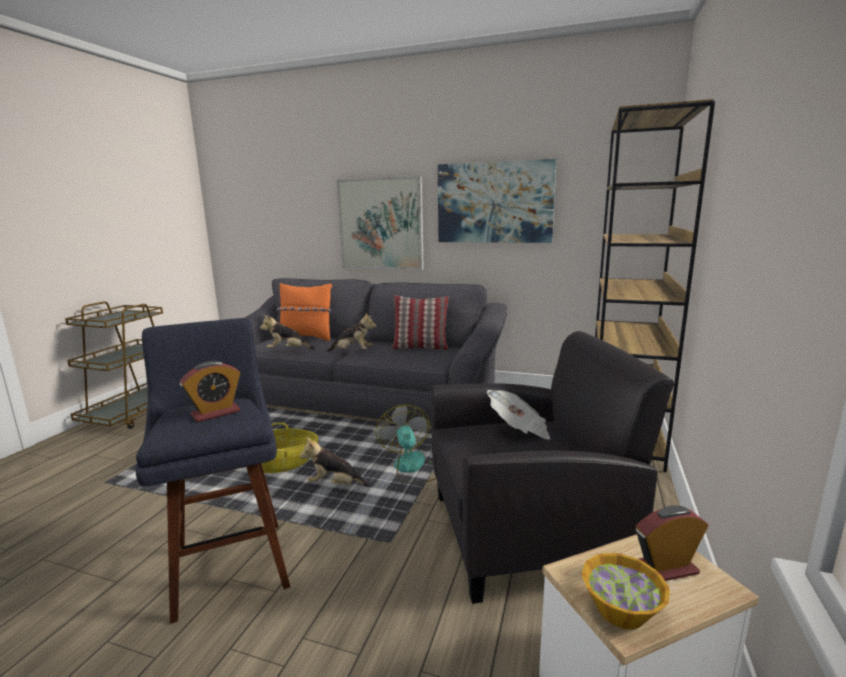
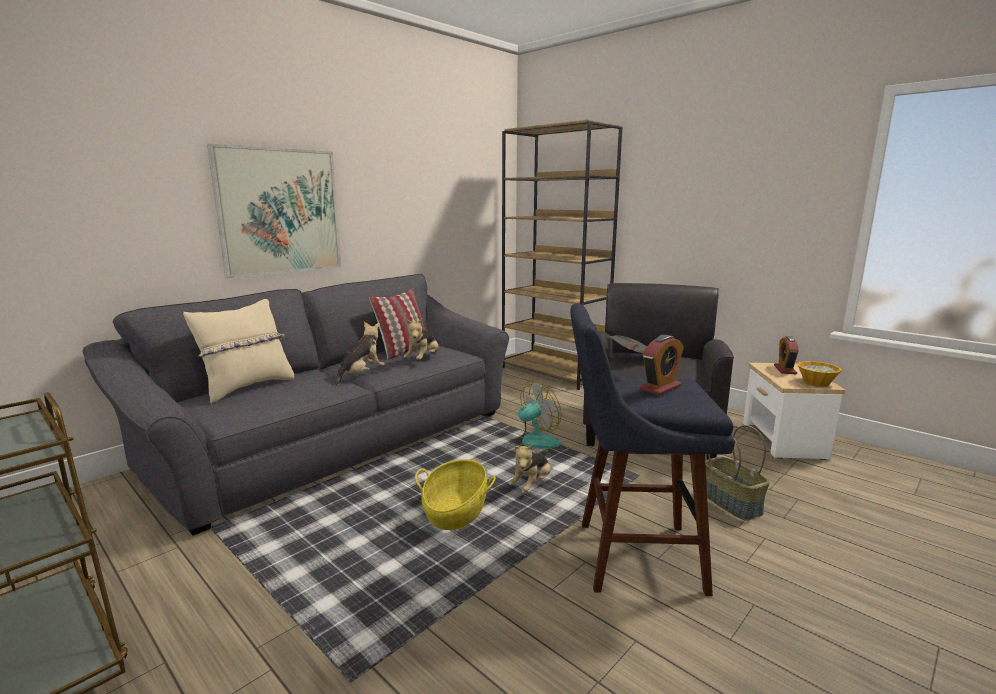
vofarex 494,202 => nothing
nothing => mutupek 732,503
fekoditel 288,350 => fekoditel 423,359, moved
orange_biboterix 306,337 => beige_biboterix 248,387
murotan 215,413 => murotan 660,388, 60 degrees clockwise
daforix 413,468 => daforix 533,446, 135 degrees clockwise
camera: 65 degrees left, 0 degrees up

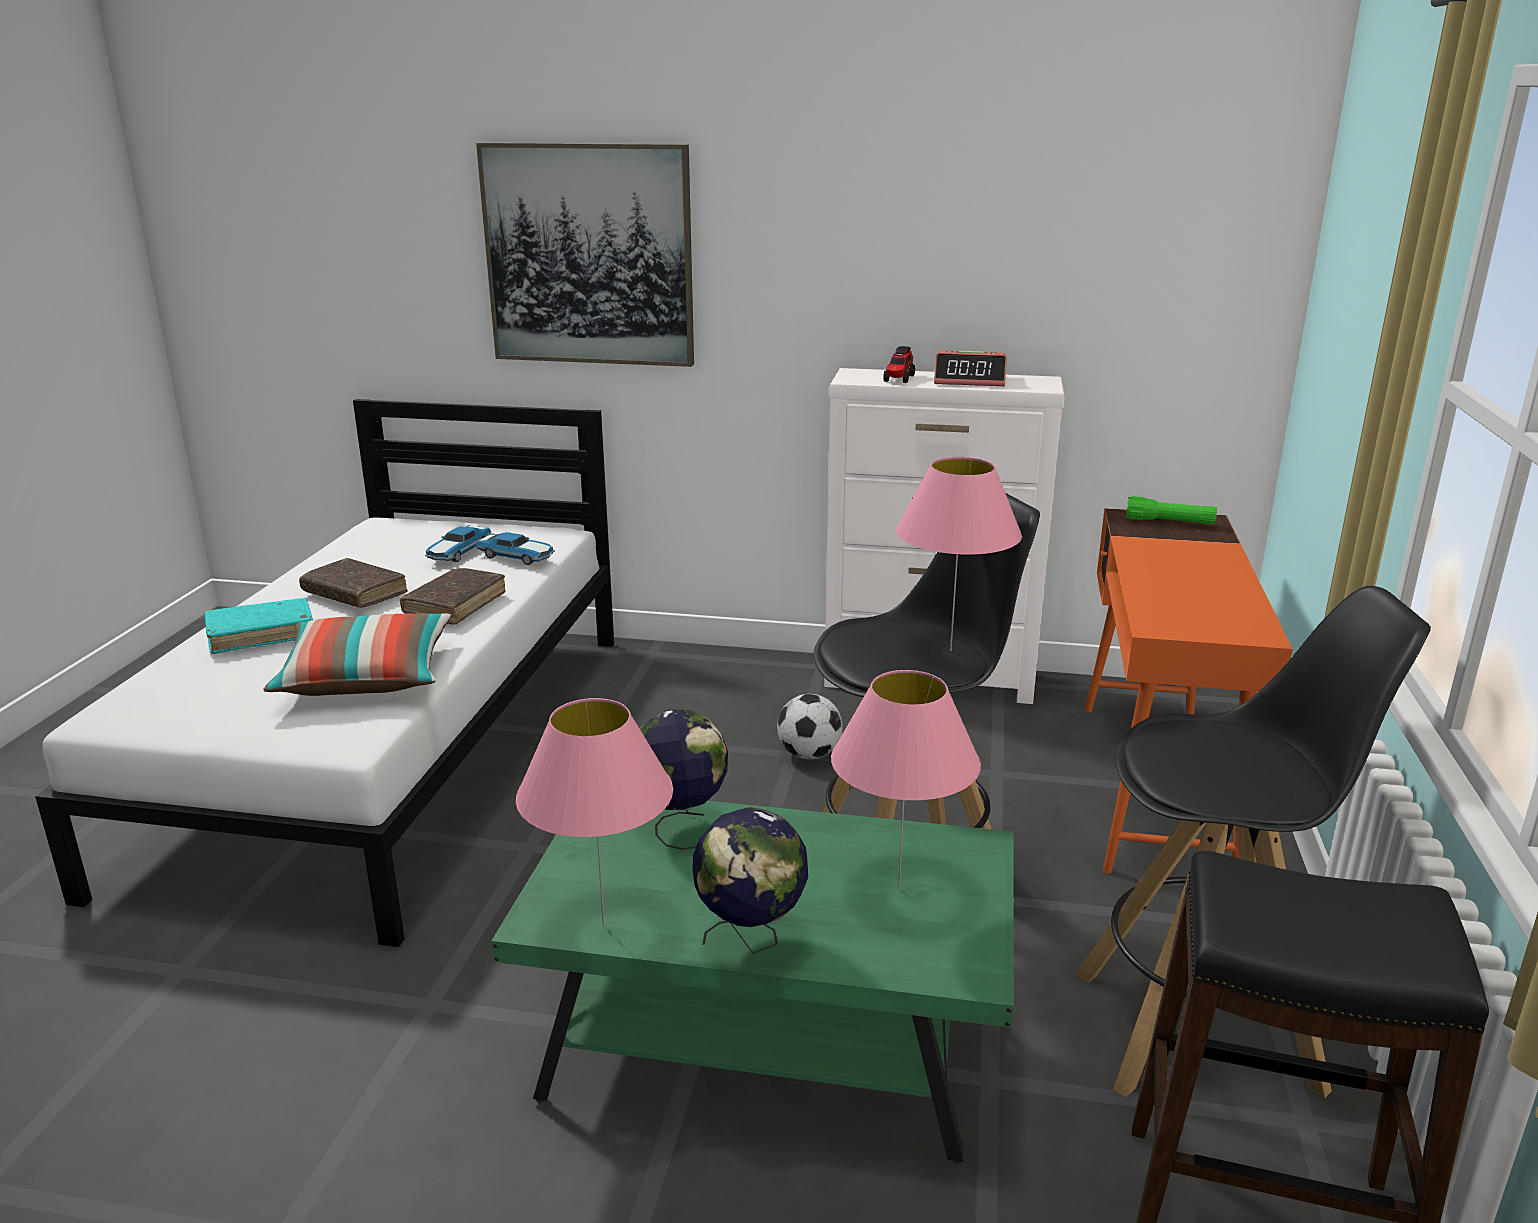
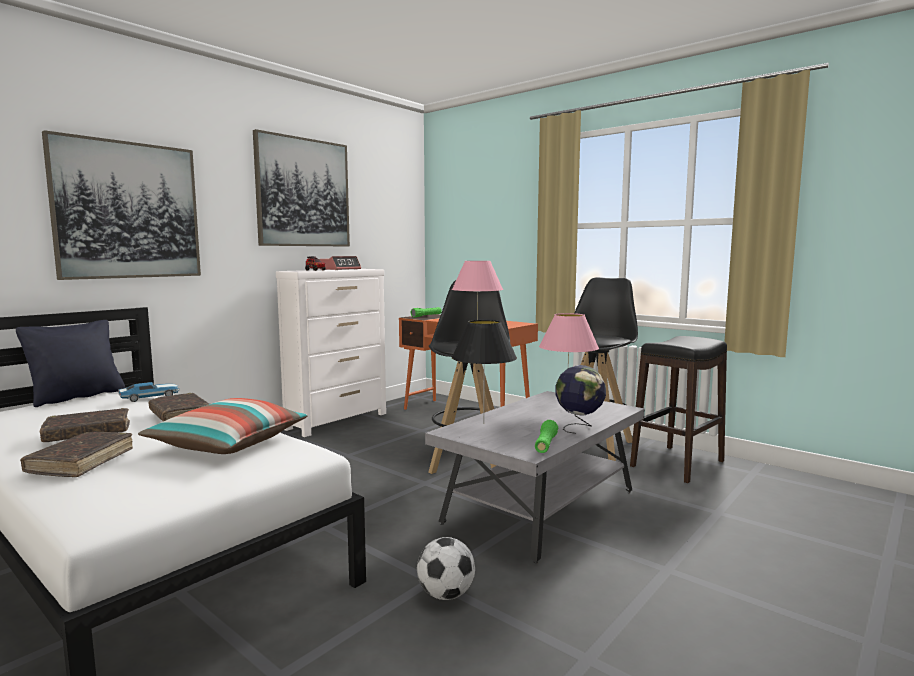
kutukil 458,552 => nothing
nothing => black_biboterix 77,397
nothing => vofarex 303,193
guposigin 809,754 => guposigin 446,594, moved
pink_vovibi 603,925 => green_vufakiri 545,444
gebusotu 680,825 => black_vovibi 483,423
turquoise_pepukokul 261,635 => brown_pepukokul 81,462
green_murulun 766,1042 => grey_murulun 541,507
camera: 60 degrees left, 15 degrees down

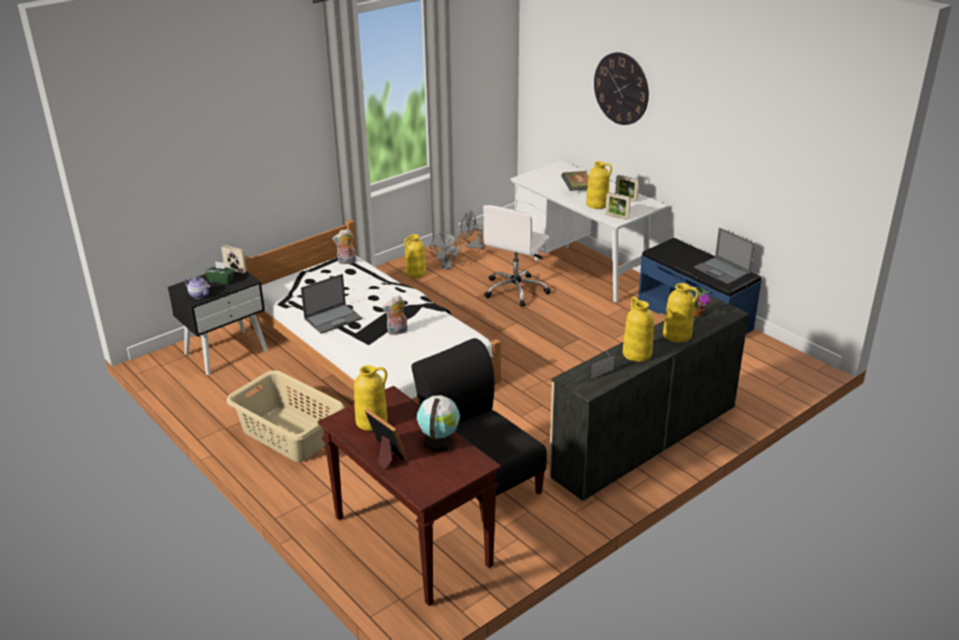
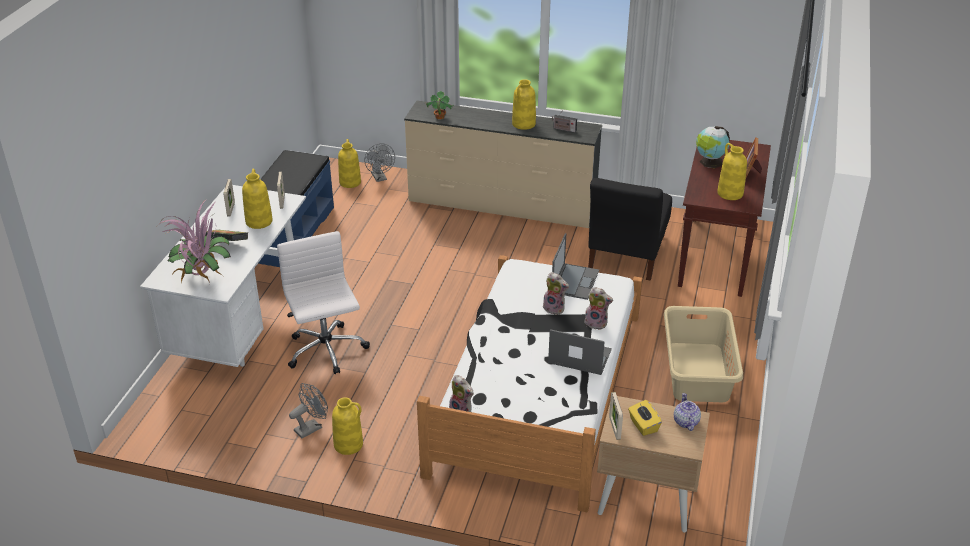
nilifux 621,88 => nothing
nothing => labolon 202,278
nothing => fekoditel 597,323
grey_daforix 471,246 => grey_daforix 380,178, moved
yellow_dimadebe 677,335 => yellow_dimadebe 350,182, moved
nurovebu 722,271 => nurovebu 575,281, moved
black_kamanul 226,351 => beige_kamanul 645,499
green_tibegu 221,280 => yellow_tibegu 643,425
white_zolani 516,290 => white_zolani 326,351, 105 degrees counterclockwise
camera: 125 degrees left, 5 degrees up

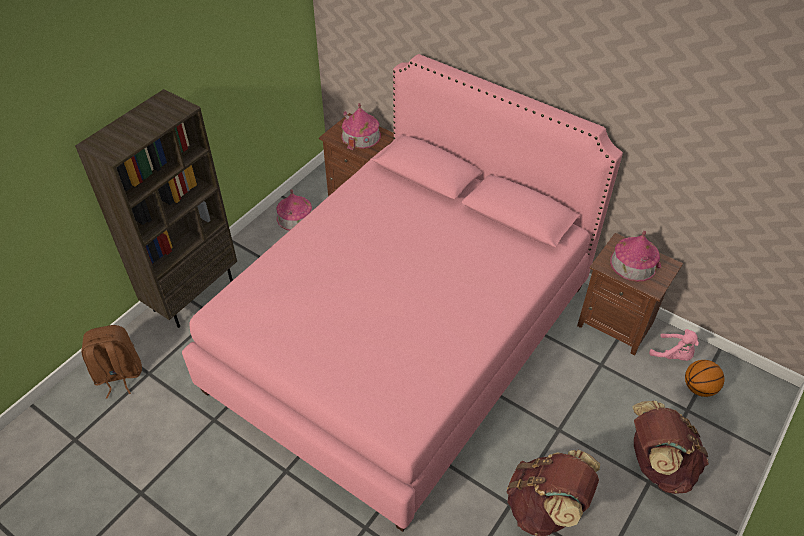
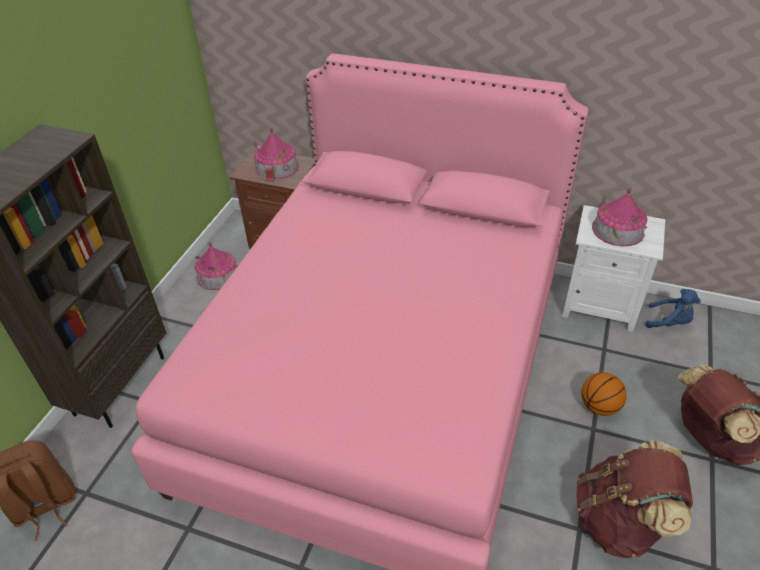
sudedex 698,388 => sudedex 599,406, moved
brown_kamanul 616,324 => white_kamanul 599,305
pink_fekoditel 673,355 => blue_fekoditel 669,322
camera: 15 degrees left, 5 degrees down

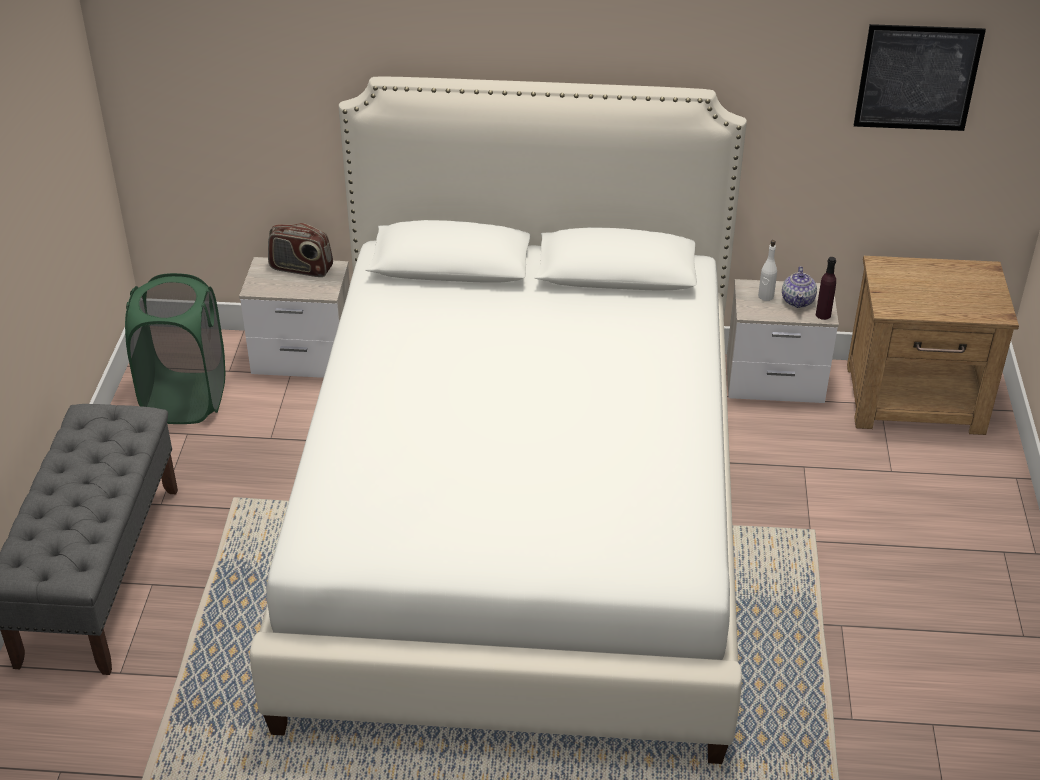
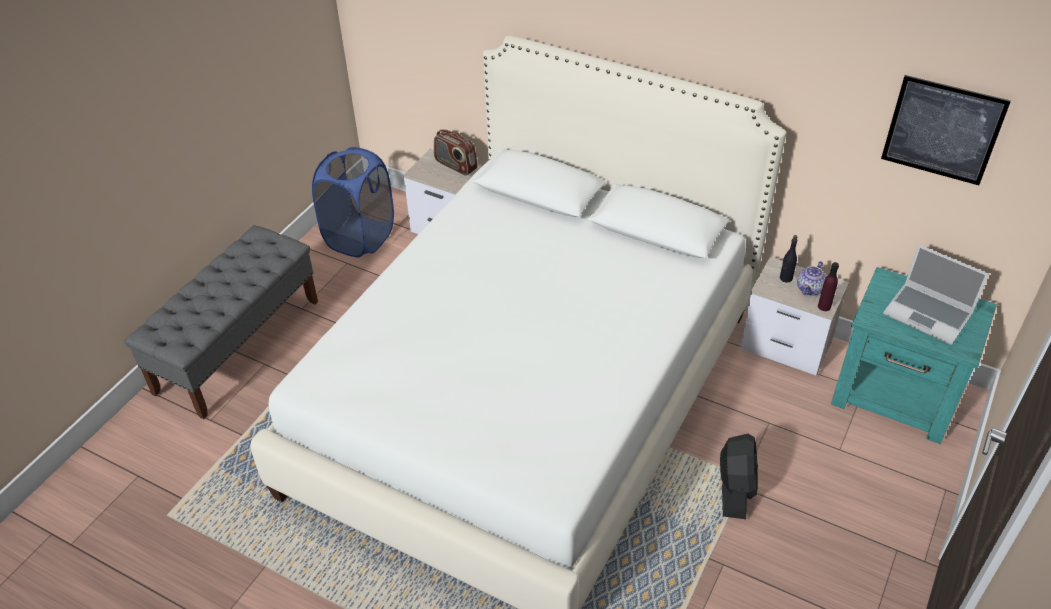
nothing => black_daforix 735,489
nothing => nurovebu 929,314
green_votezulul 186,399 => blue_votezulul 360,238
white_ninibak 765,296 => black_ninibak 785,278
brown_kamanul 916,400 => turquoise_kamanul 896,396
camera: 25 degrees right, 5 degrees up

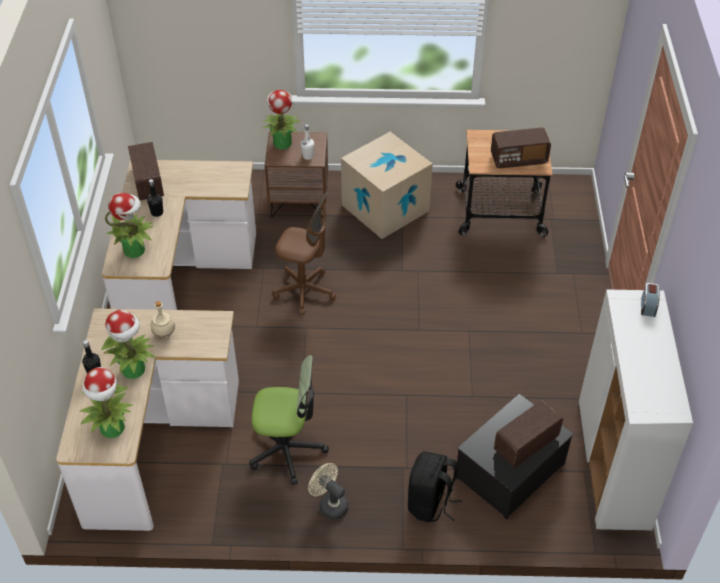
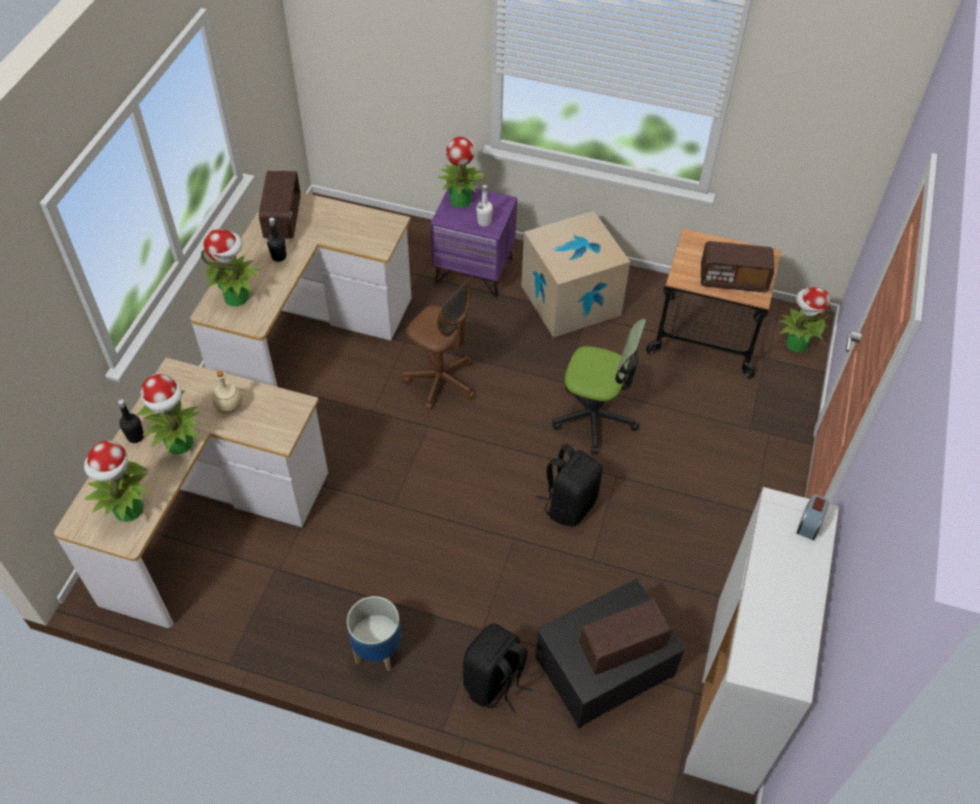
nothing => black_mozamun 569,504
nothing => labolon 796,344
zolani 287,449 => zolani 594,417, moved
beige_daforix 330,504 => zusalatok 377,651
brown_kamanul 299,201 => purple_kamanul 474,270
camera: 15 degrees right, 5 degrees up

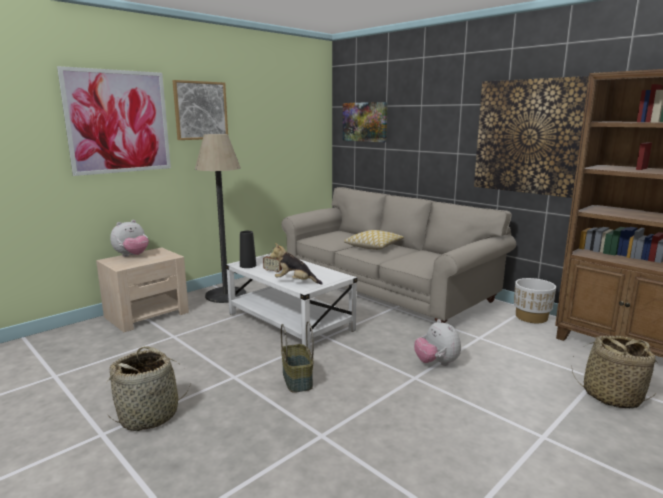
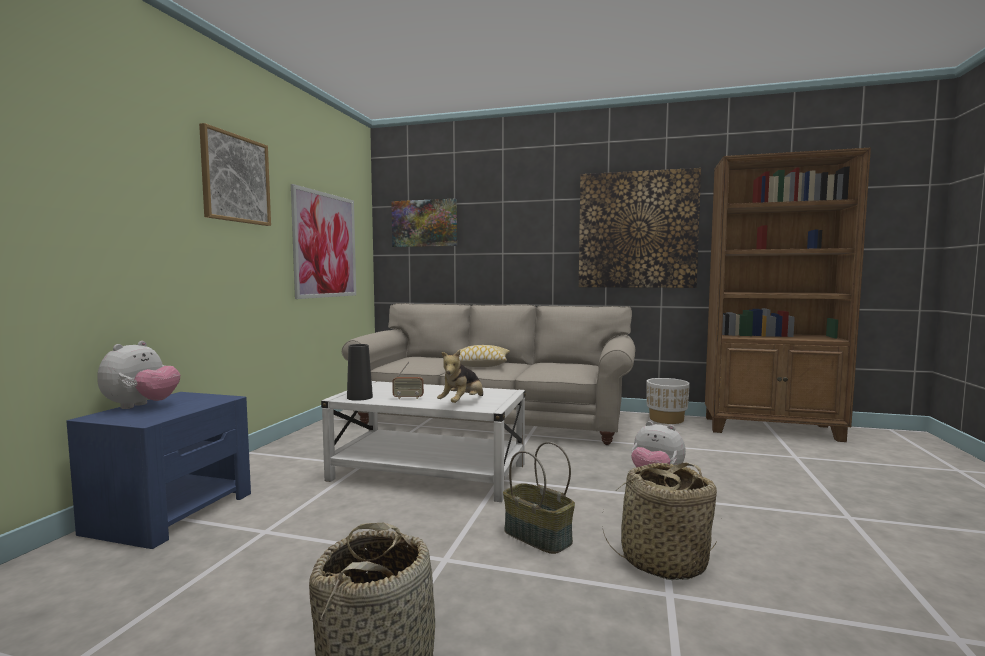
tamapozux 226,295 => nothing
vofarex 118,122 => vofarex 325,245, moved
mutupek 612,396 => mutupek 663,561, moved
beige_kamanul 147,314 => blue_kamanul 172,512
fekoditel 295,282 => fekoditel 462,403, 45 degrees counterclockwise
camera: 30 degrees left, 10 degrees down

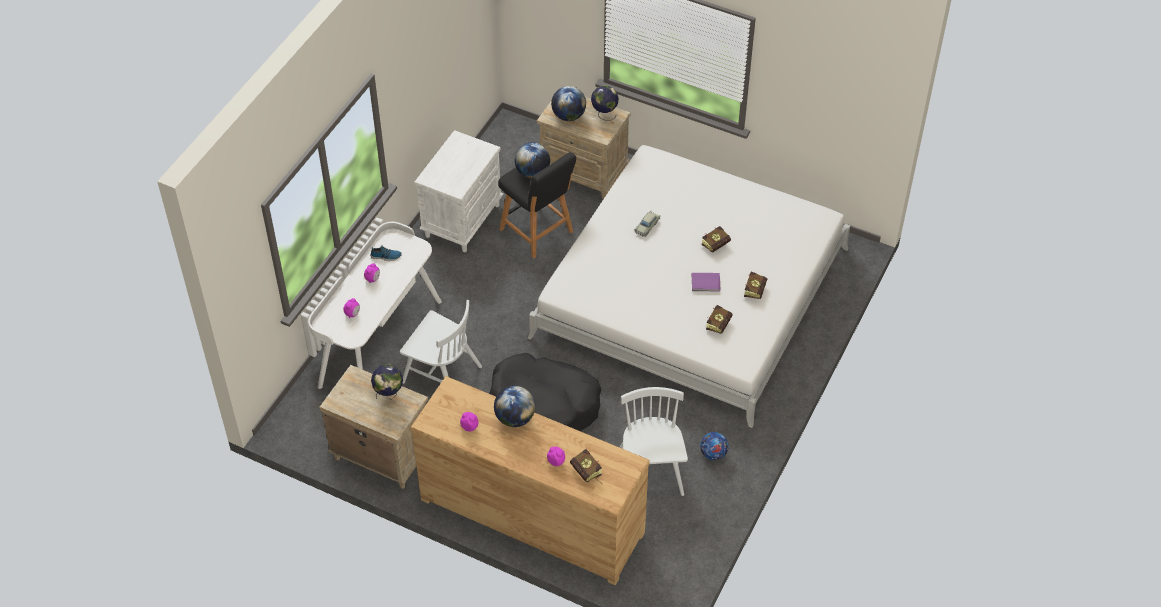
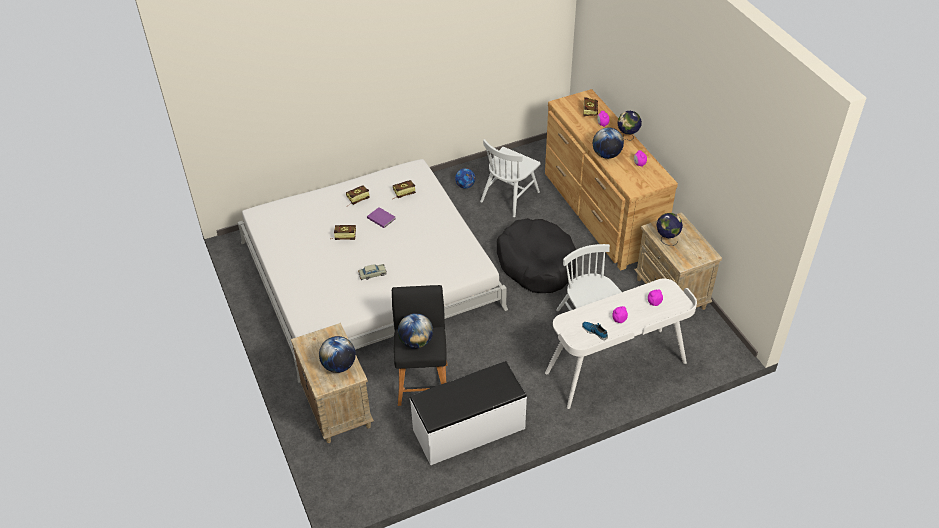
gebusotu 604,114 => gebusotu 627,137, moved
white_kamanul 462,220 => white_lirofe 469,430
camera: 140 degrees left, 5 degrees down

